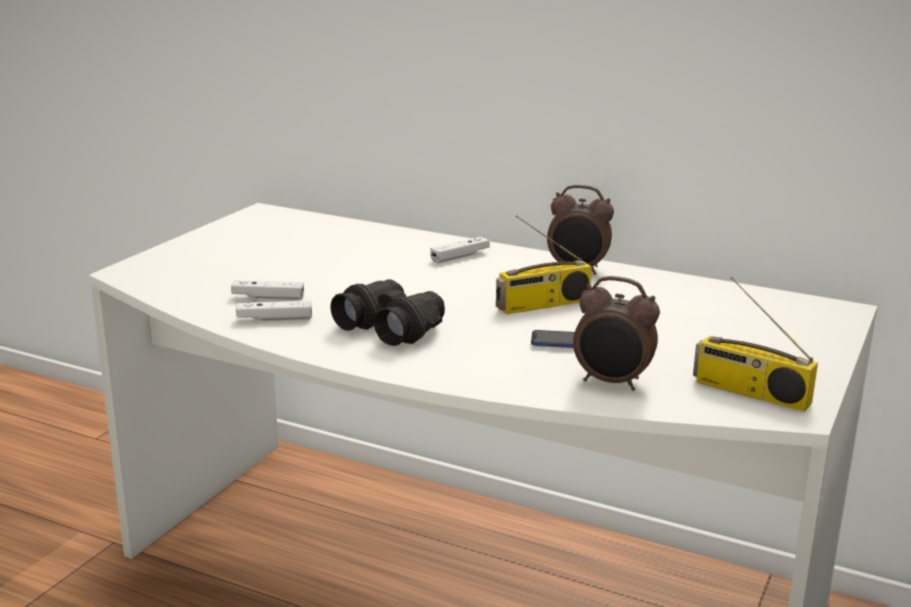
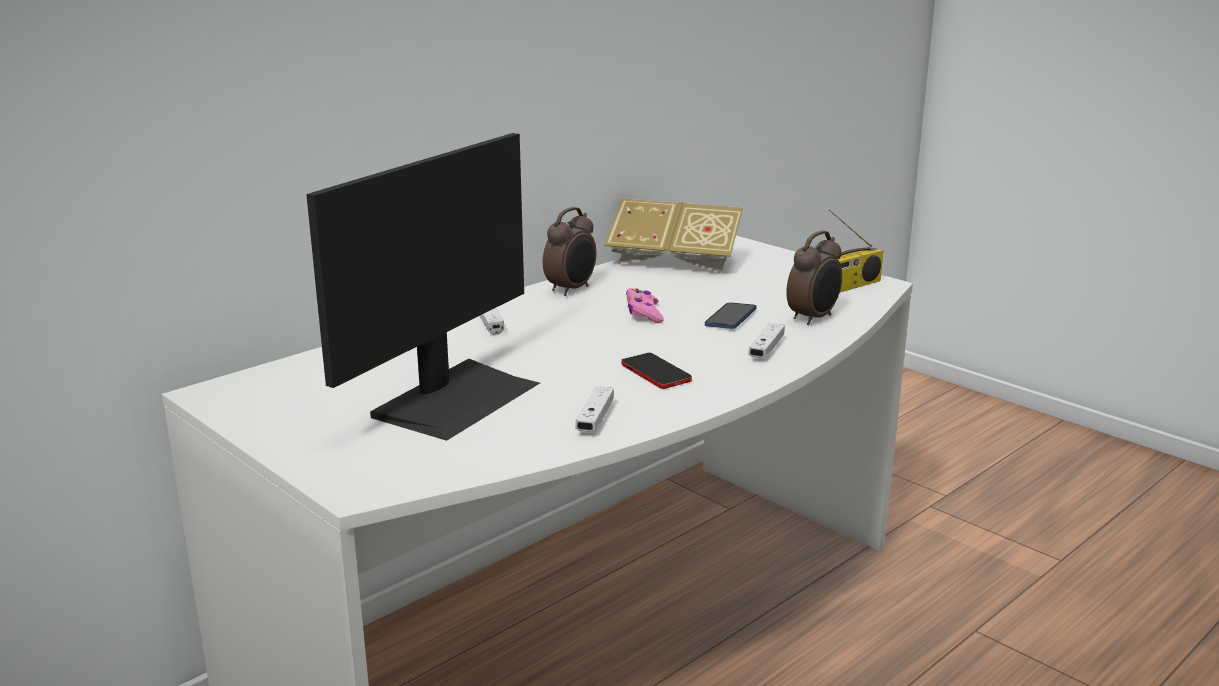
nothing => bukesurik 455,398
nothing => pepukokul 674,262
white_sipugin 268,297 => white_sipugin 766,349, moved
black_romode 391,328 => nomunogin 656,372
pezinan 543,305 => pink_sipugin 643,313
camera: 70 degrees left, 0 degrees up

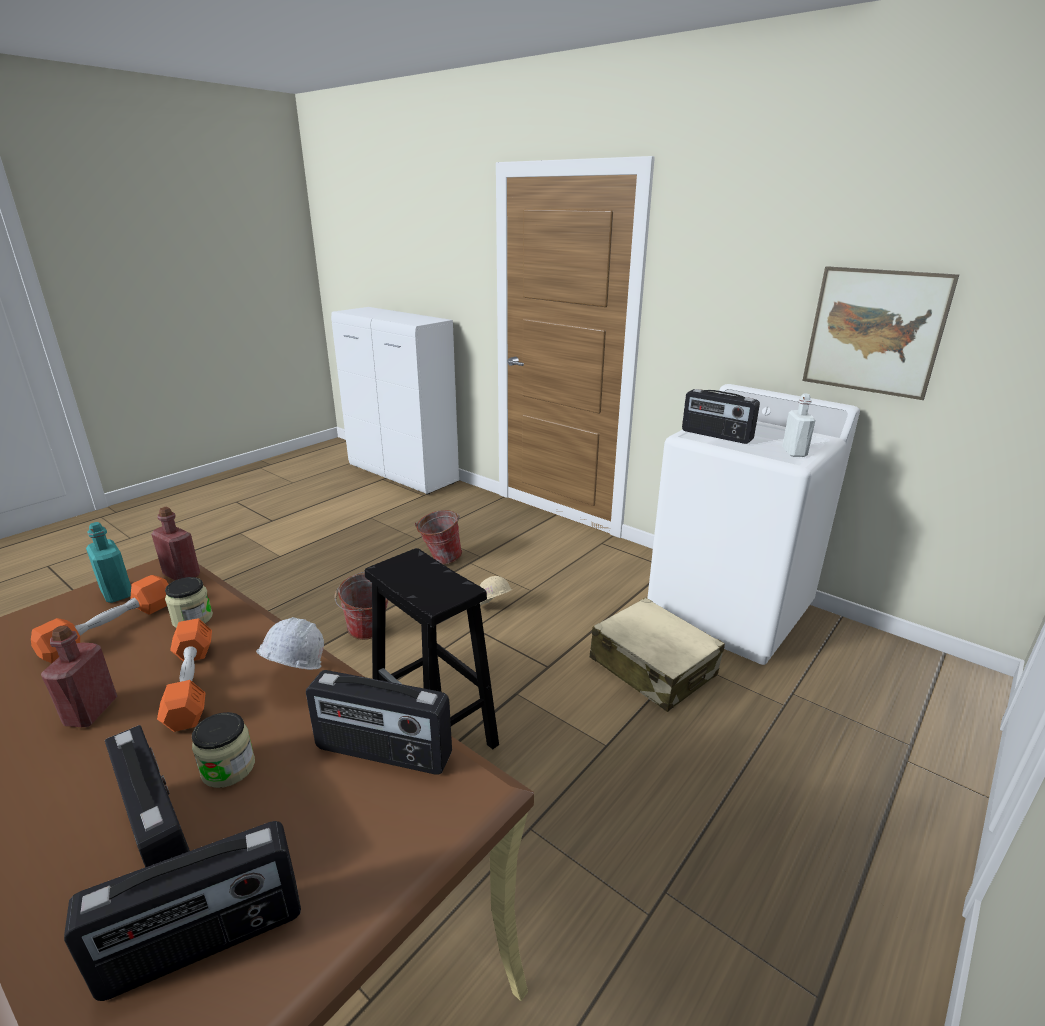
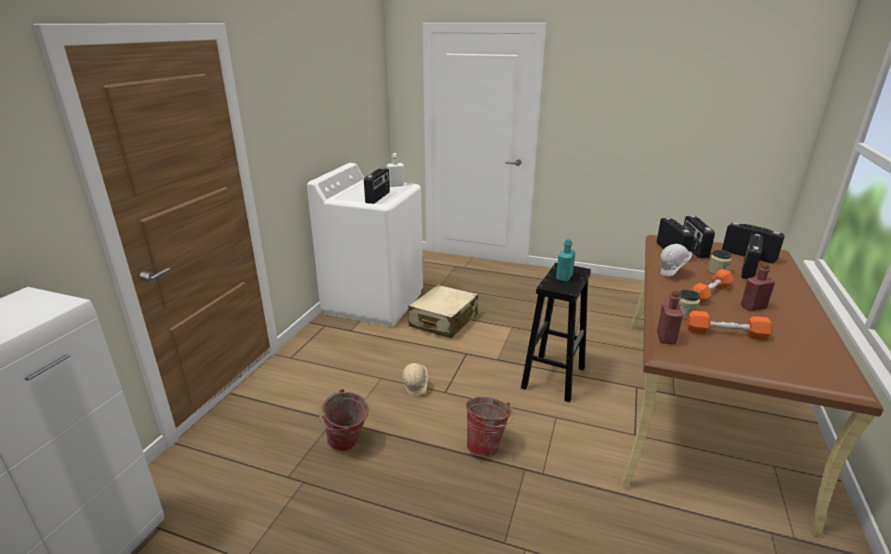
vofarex 874,332 => nothing
nothing => pezinan 693,249
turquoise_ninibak 117,593 => turquoise_ninibak 564,277, moved
camera: 110 degrees left, 0 degrees up

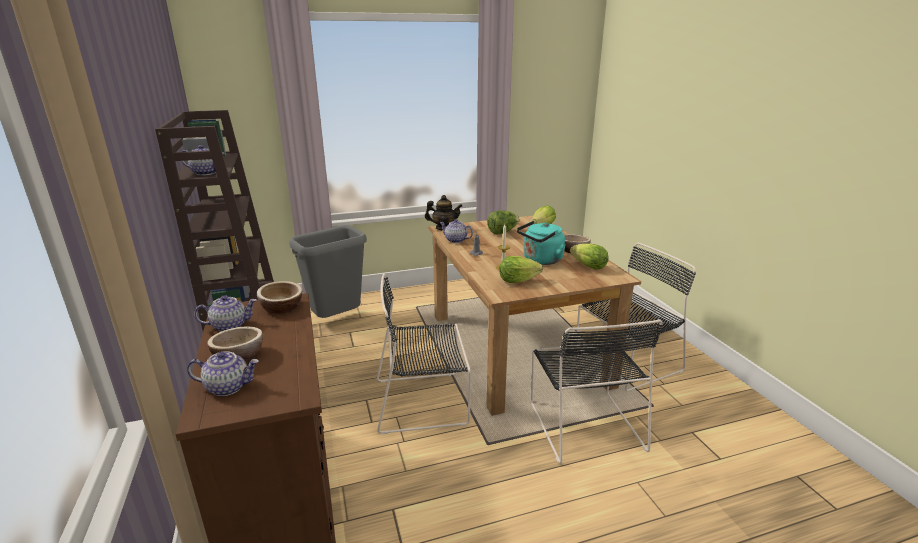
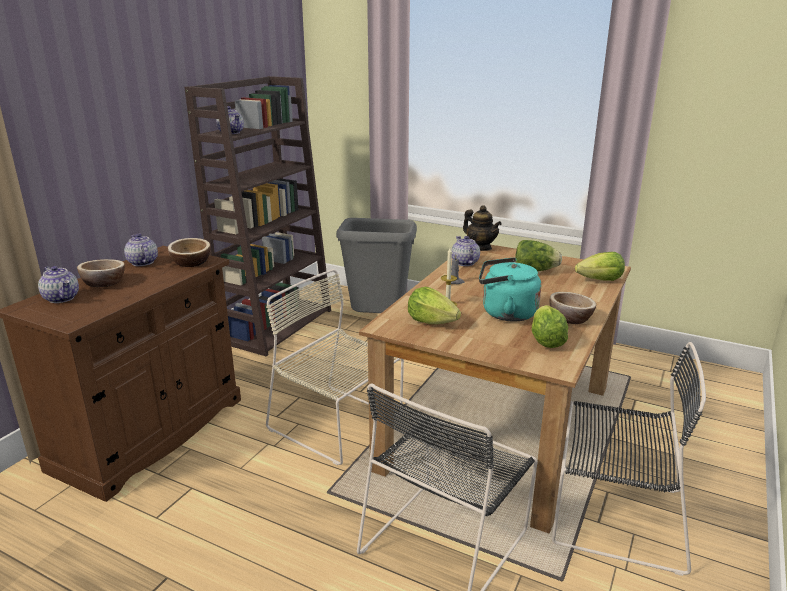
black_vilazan 424,401 => beige_vilazan 338,424
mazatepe 230,326 => mazatepe 142,262, 150 degrees counterclockwise
camera: 45 degrees right, 0 degrees up

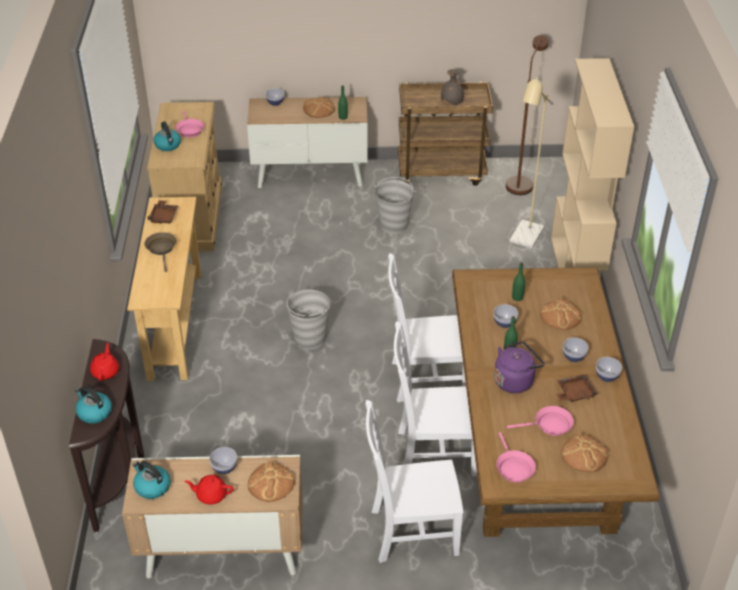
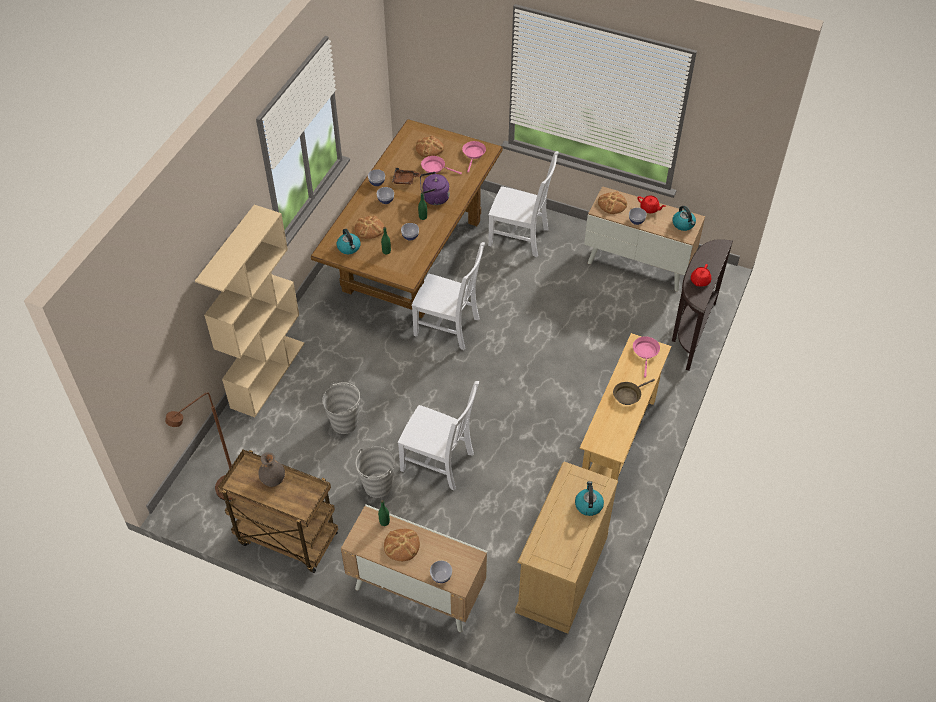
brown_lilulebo 164,217 => nothing
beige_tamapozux 524,239 => nothing
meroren 94,412 => meroren 349,248, moved
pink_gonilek 189,130 => pink_gonilek 645,353, moved
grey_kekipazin 309,339 => grey_kekipazin 345,423, moved
white_vilazan 433,453 => white_vilazan 439,463, moved
brown_gonilek 162,249 => brown_gonilek 628,395, 45 degrees clockwise
camera: 155 degrees left, 10 degrees up

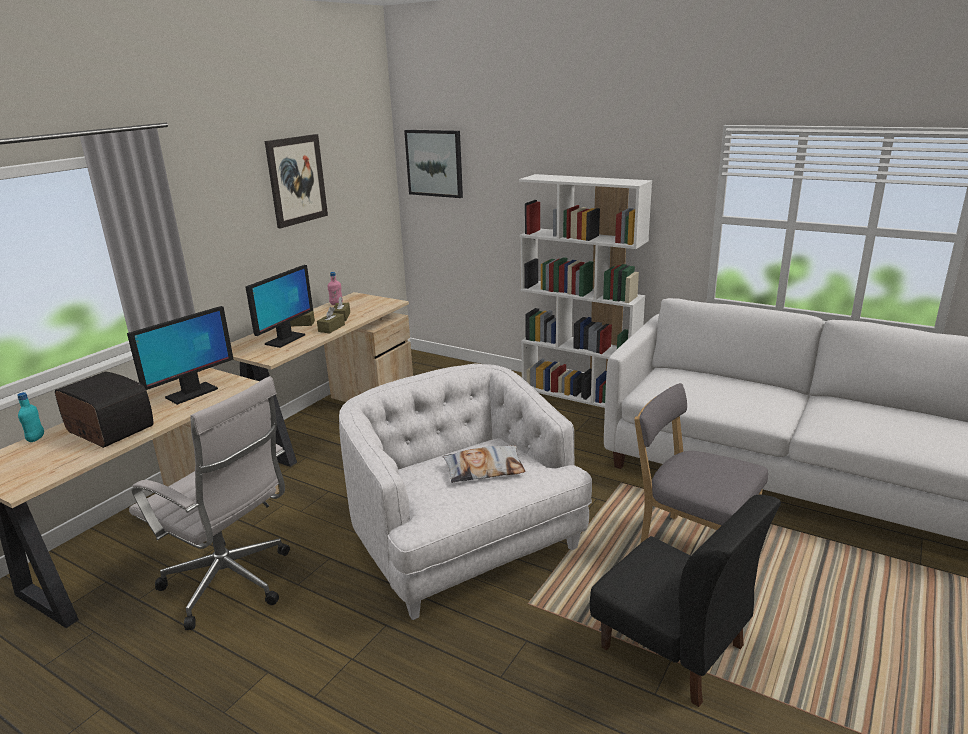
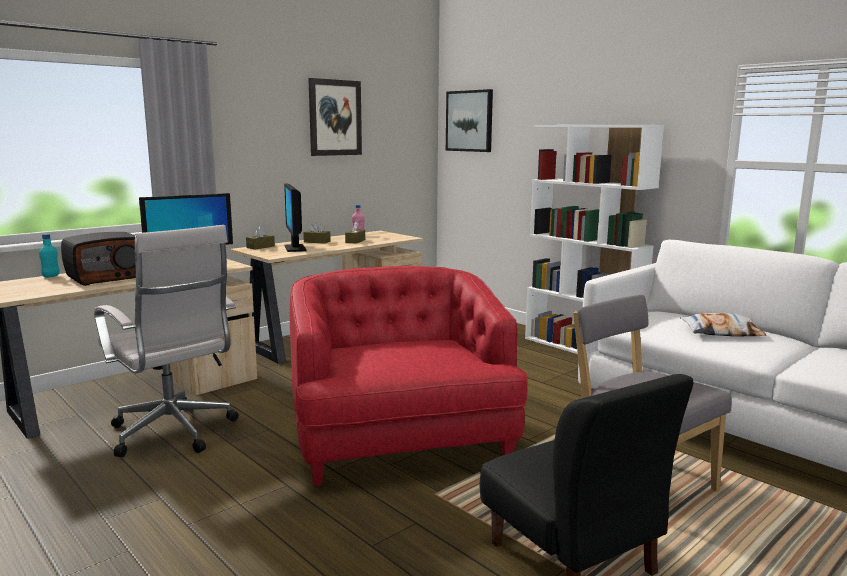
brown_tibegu 331,328 => brown_tibegu 260,247, moved
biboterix 484,469 => biboterix 721,332, moved
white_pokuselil 464,544 => red_pokuselil 399,440
pezinan 108,429 => pezinan 107,277, 90 degrees clockwise
bukesurik 285,340 => bukesurik 295,248, 120 degrees clockwise
camera: 15 degrees right, 10 degrees down

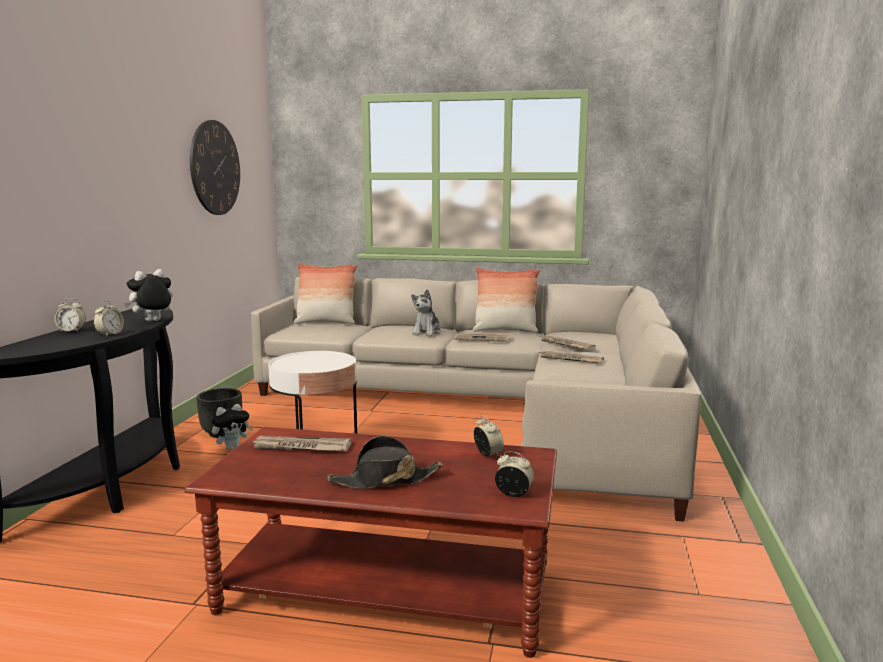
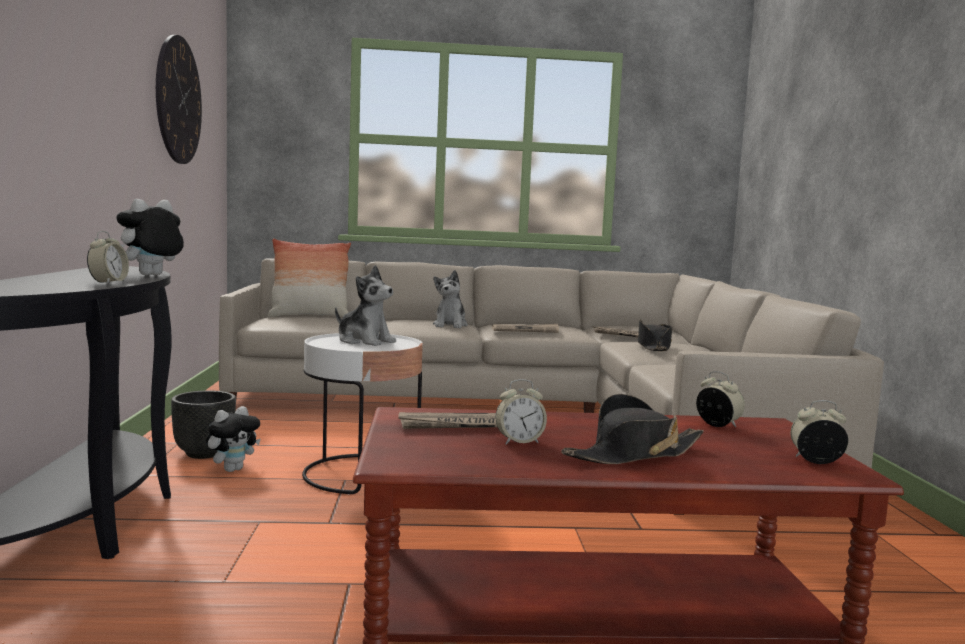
biboterix 505,330 => nothing
nothing => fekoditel 365,341
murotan 71,331 => murotan 519,442, moved
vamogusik 570,359 => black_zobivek 653,346
camera: 15 degrees left, 5 degrees down

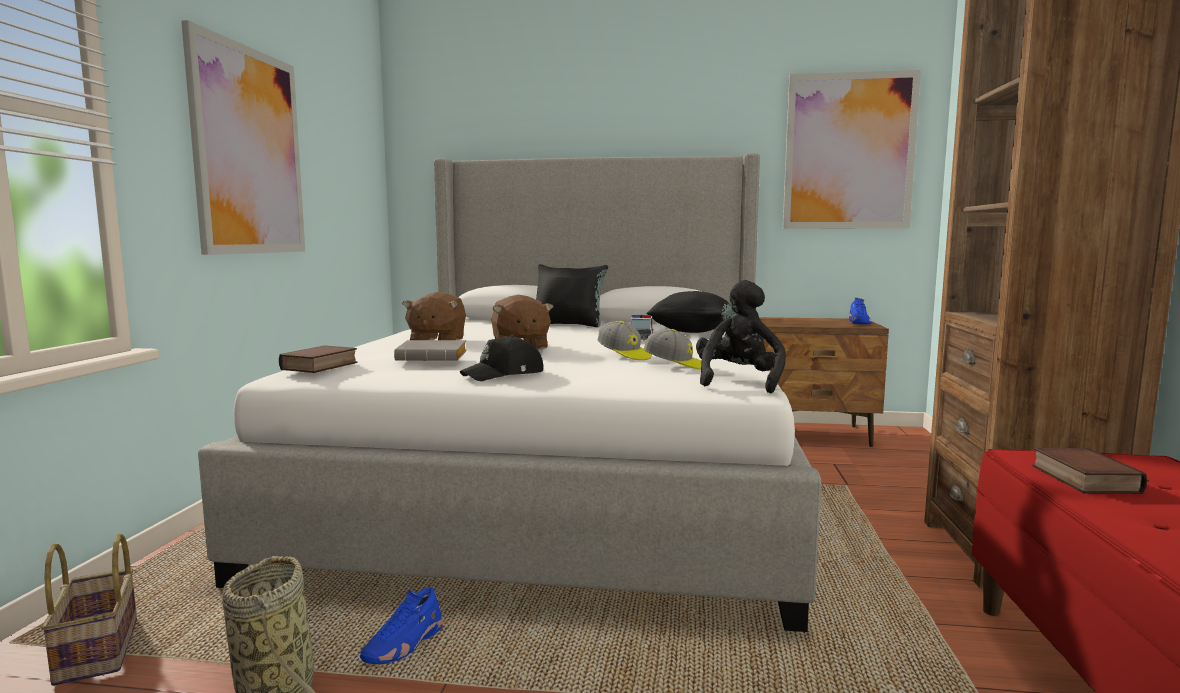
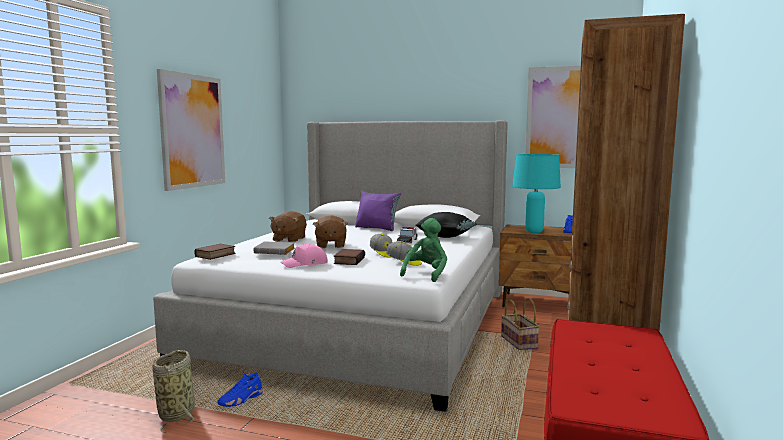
nothing => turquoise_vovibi 534,231
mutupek 99,652 => mutupek 520,342, moved
pepukokul 1081,479 => pepukokul 348,260, moved
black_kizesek 504,374 => pink_kizesek 305,264
black_biboterix 569,324 => purple_biboterix 377,228
black_fekoditel 738,382 => green_fekoditel 426,274
camera: 10 degrees right, 0 degrees up

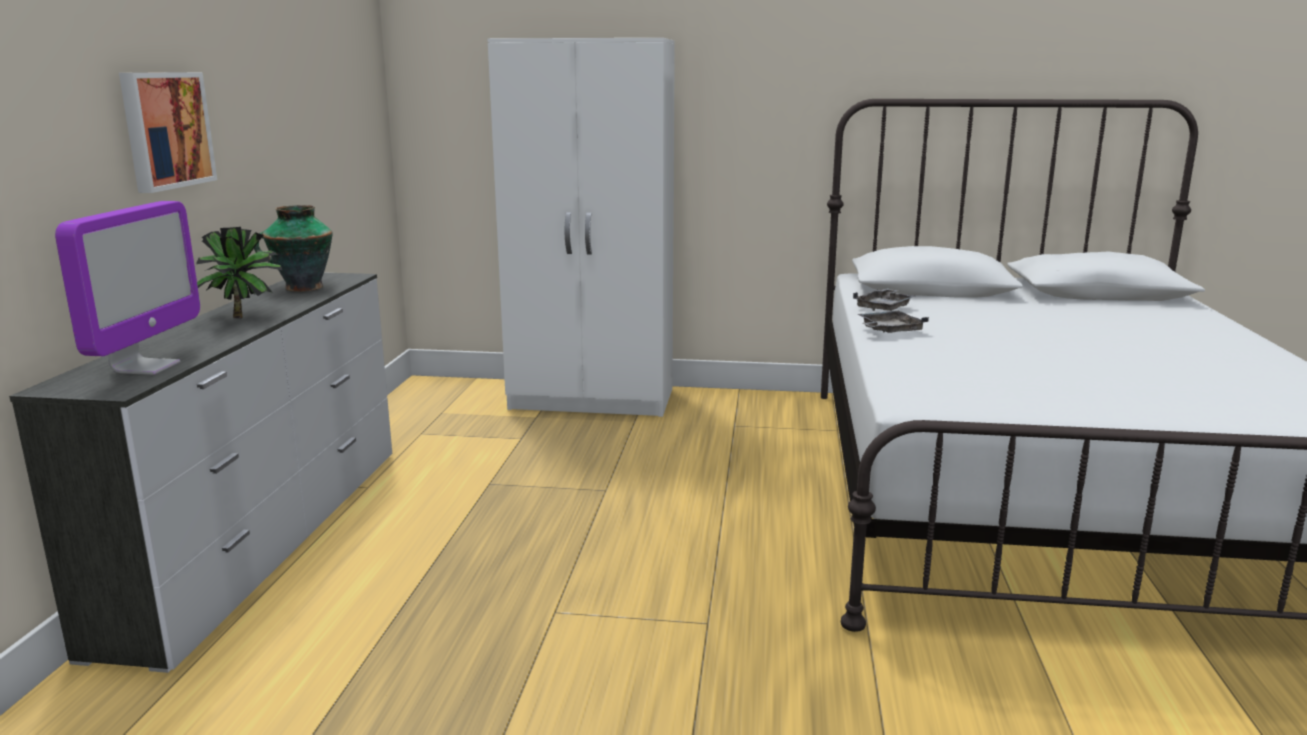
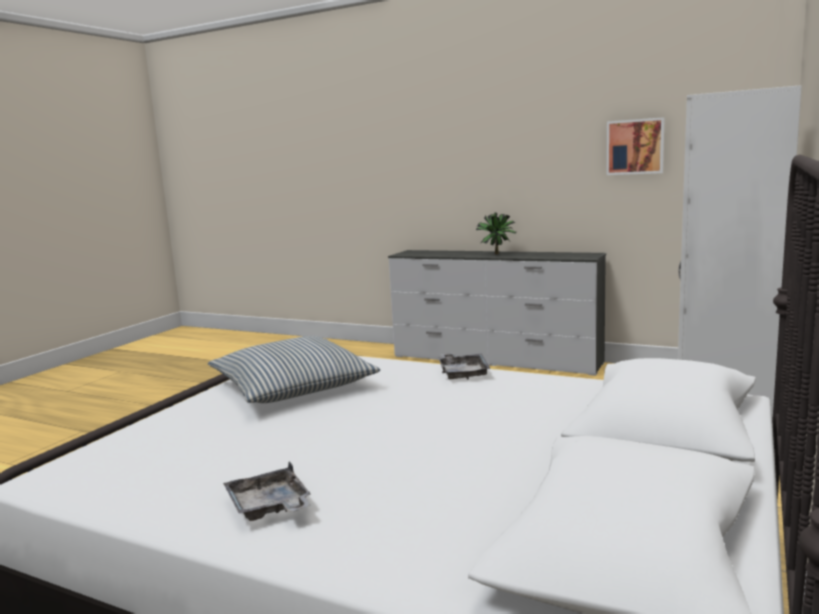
bukesurik 146,367 => nothing
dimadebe 302,287 => nothing
nothing => biboterix 293,386
vofarex 165,130 => vofarex 635,147, moved
grey_lilulebo 884,307 => grey_lilulebo 270,507, moved
camera: 110 degrees right, 5 degrees down

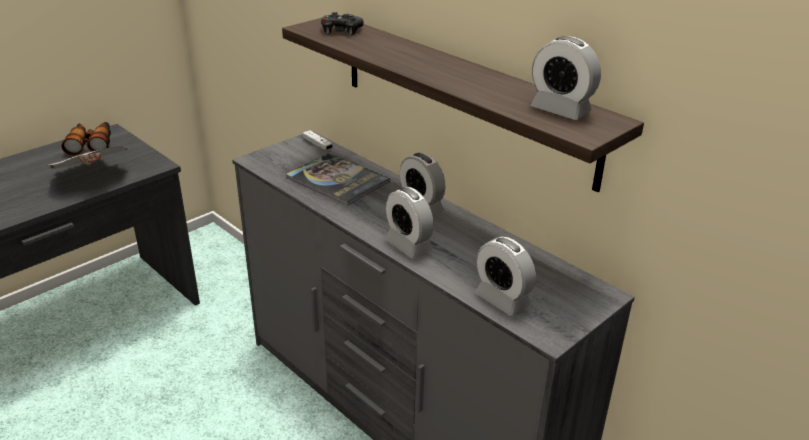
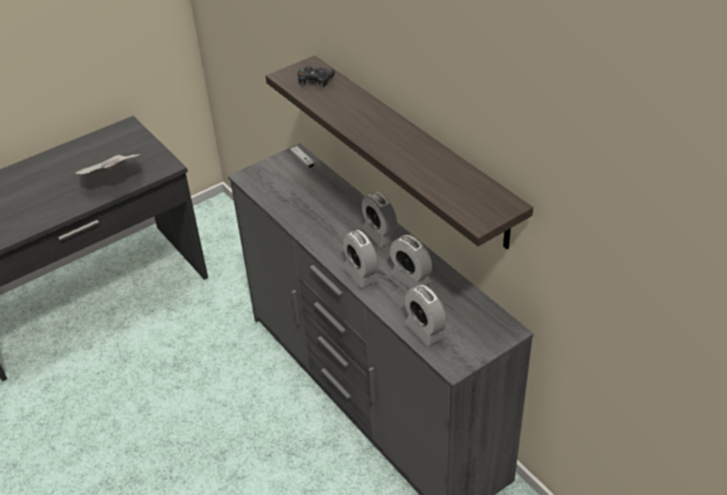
romode 91,144 => nothing
pepukokul 337,180 => nothing
murotan 560,110 => murotan 411,279, moved
camera: 10 degrees right, 10 degrees up

